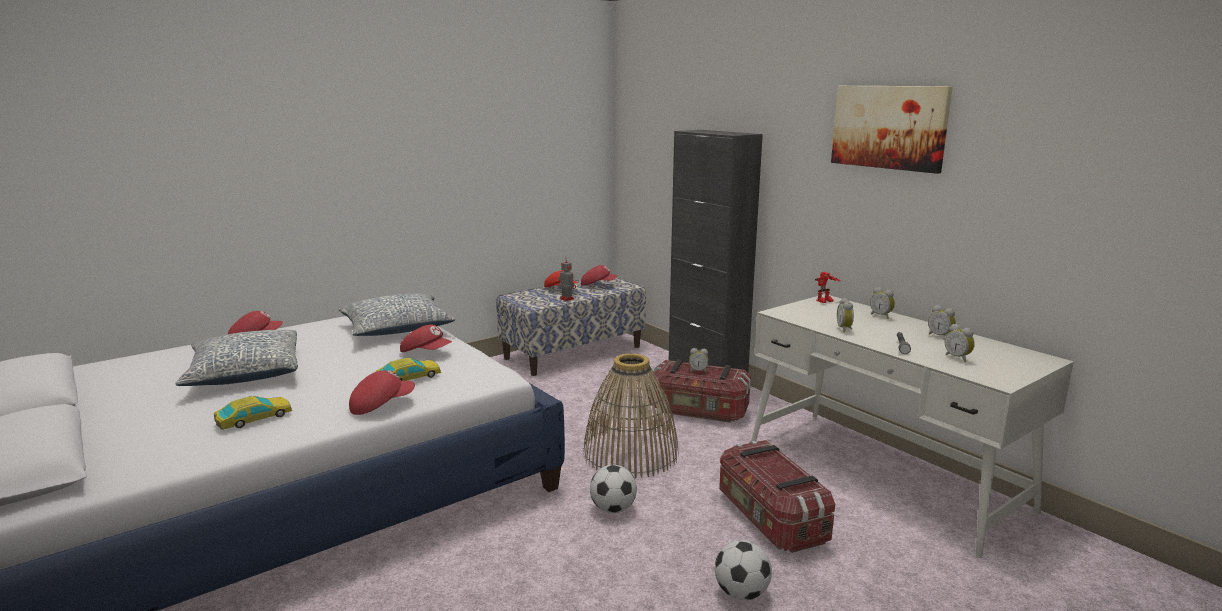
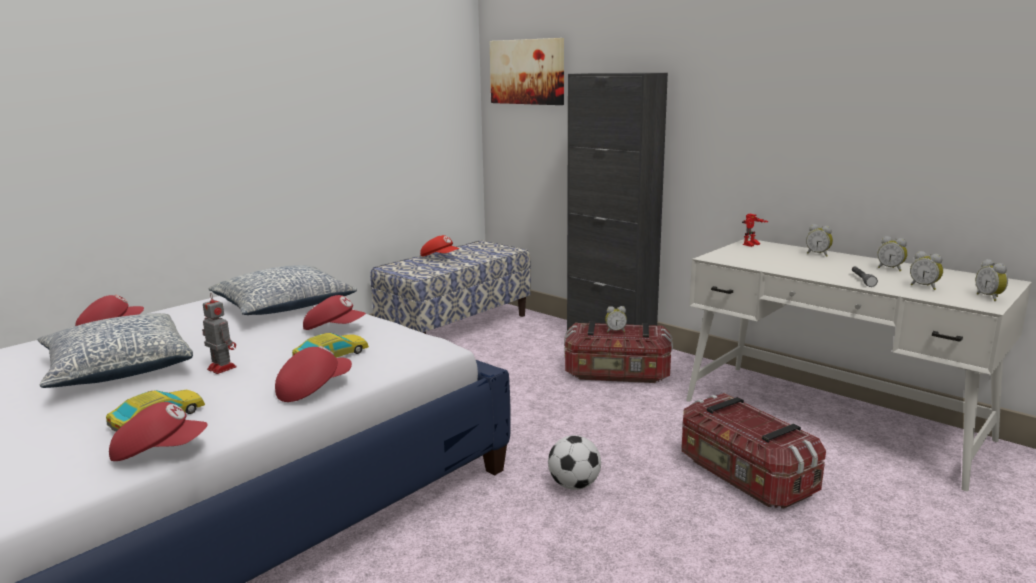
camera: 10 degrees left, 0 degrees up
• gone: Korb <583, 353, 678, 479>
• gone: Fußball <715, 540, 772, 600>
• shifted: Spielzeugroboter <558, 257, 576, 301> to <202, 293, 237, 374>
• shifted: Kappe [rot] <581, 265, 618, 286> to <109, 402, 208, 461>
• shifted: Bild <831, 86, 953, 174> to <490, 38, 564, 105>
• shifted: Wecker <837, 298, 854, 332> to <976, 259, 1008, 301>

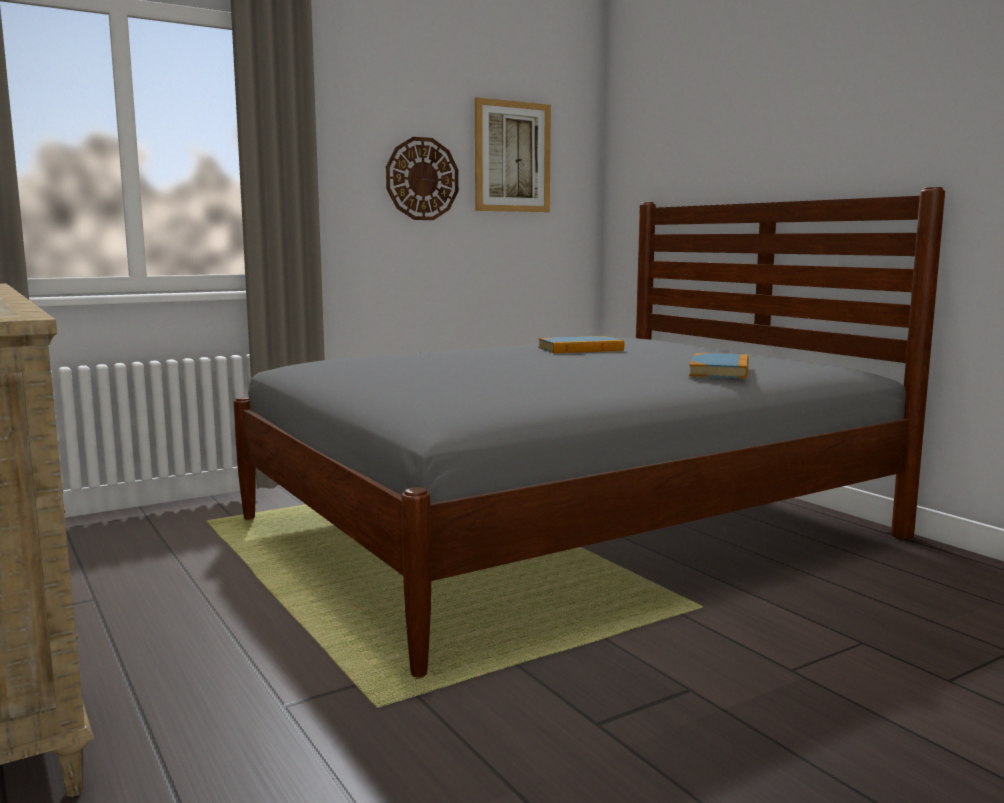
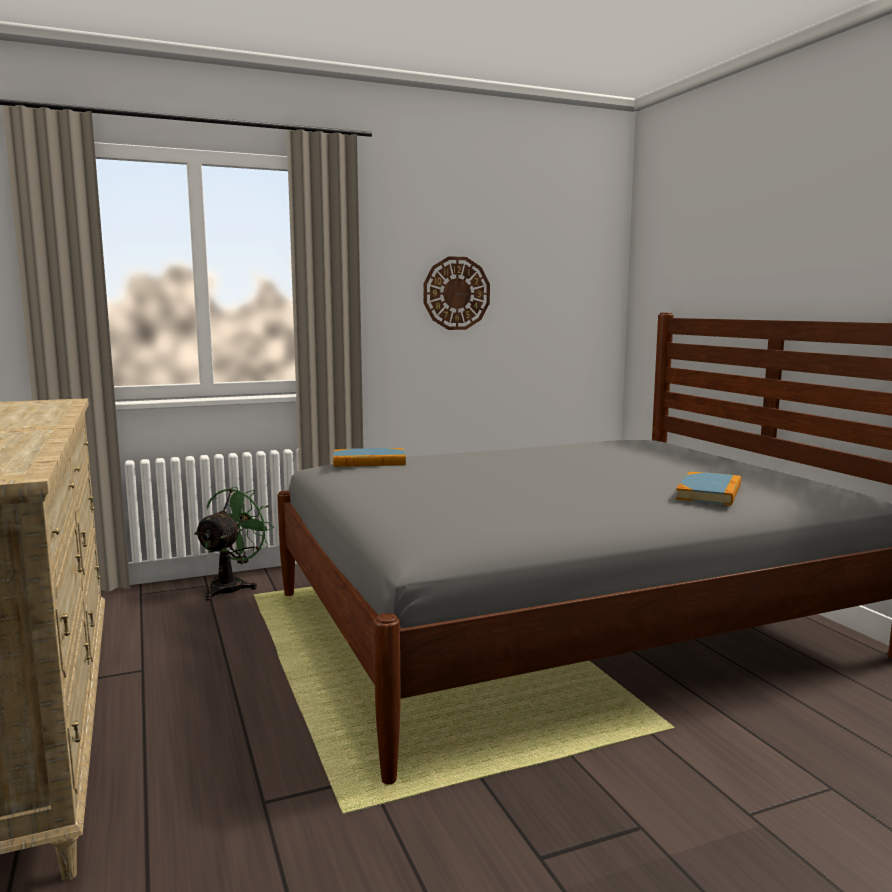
camera: 10 degrees right, 0 degrees up
• gone: Bild <475, 97, 551, 212>
• new: Ventilator [grün] <194, 486, 274, 600>
• shifted: Buch <539, 336, 624, 353> to <333, 448, 406, 467>

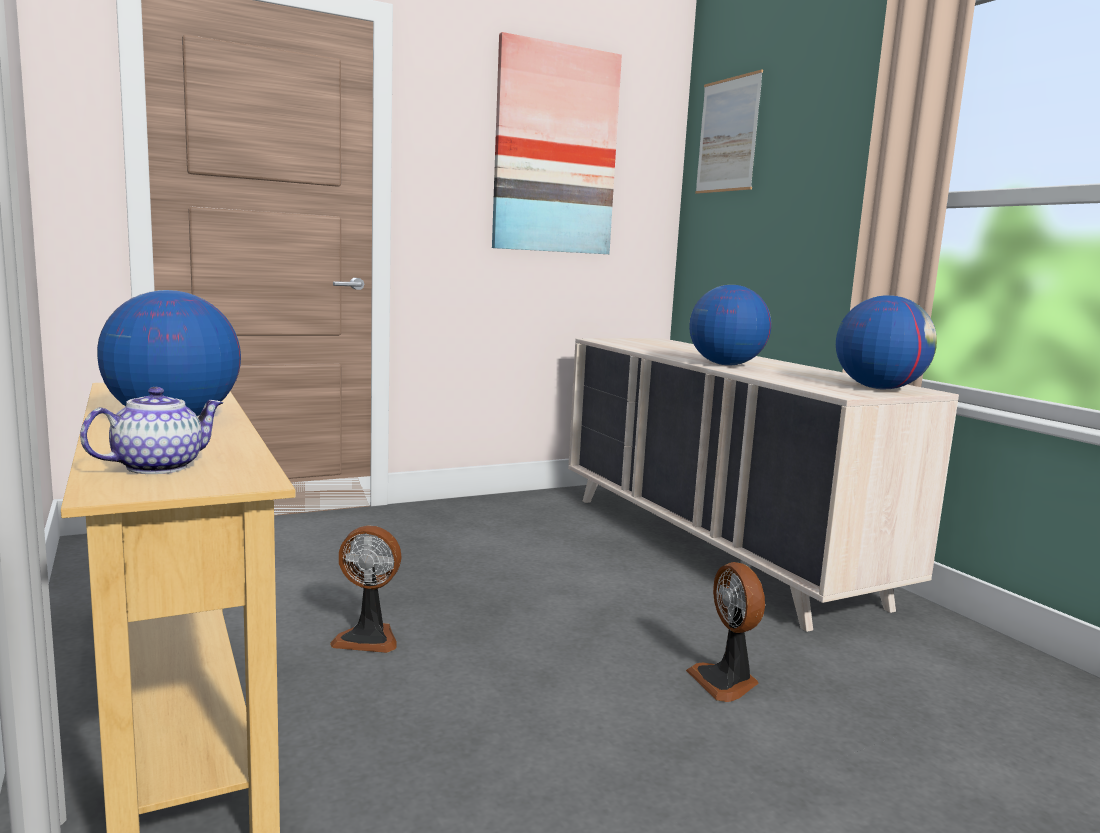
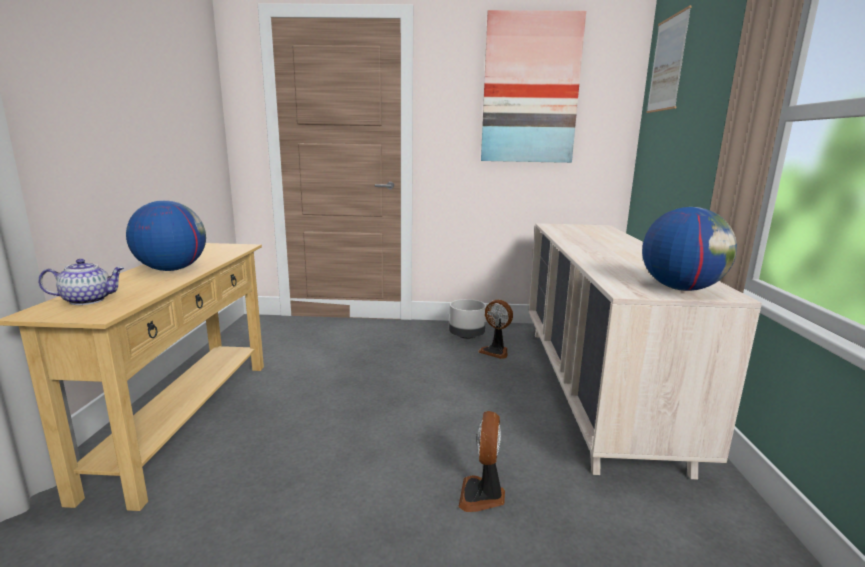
camera: 30 degrees right, 5 degrees up
• gone: Globus <689, 285, 771, 366>
• new: Pflanzkübel [grau] <449, 299, 486, 339>
• shifted: Ventilator <330, 525, 401, 653> to <478, 300, 513, 359>

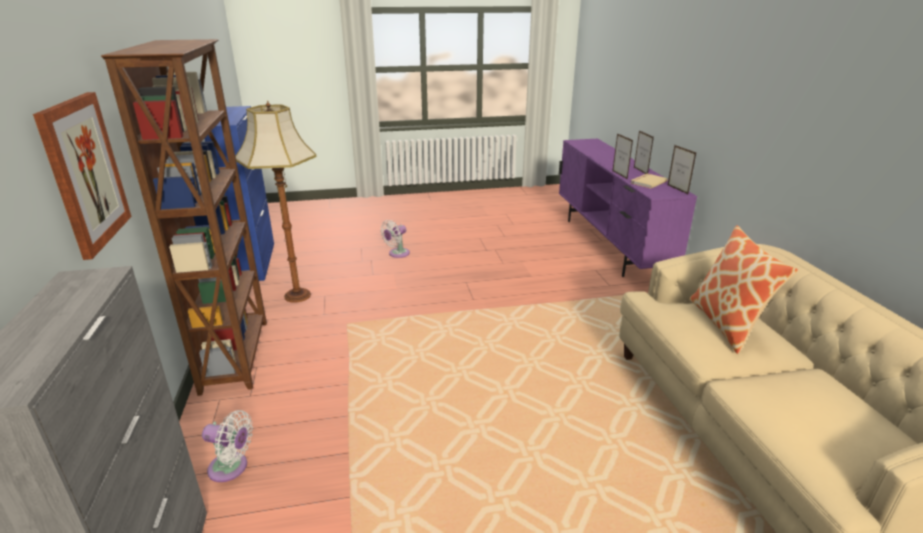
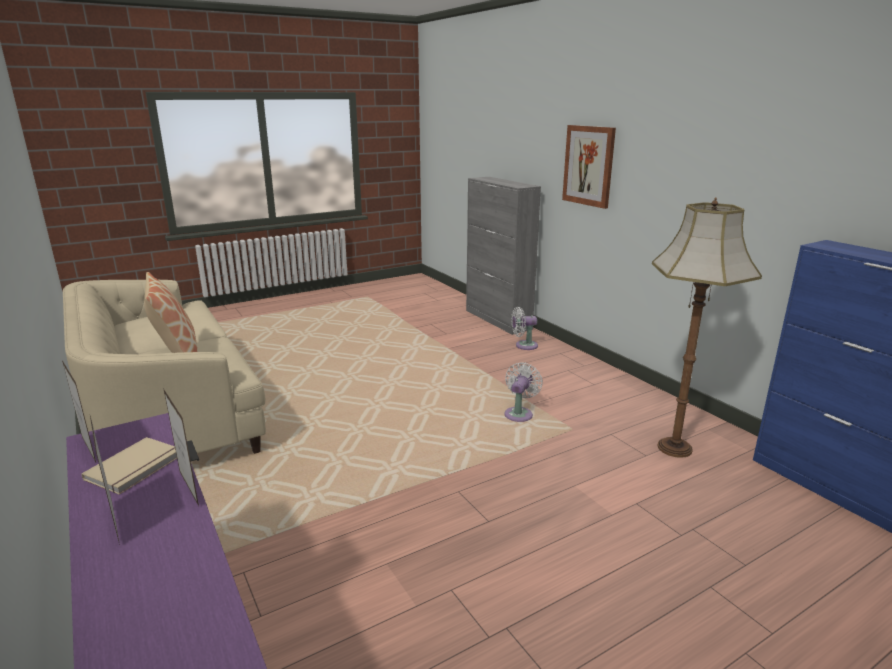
camera: 160 degrees right, 5 degrees down
• gone: Bücherregal [braun] <101, 39, 267, 396>
• shifted: Ventilator [weiß] <380, 220, 410, 258> to <504, 362, 543, 422>

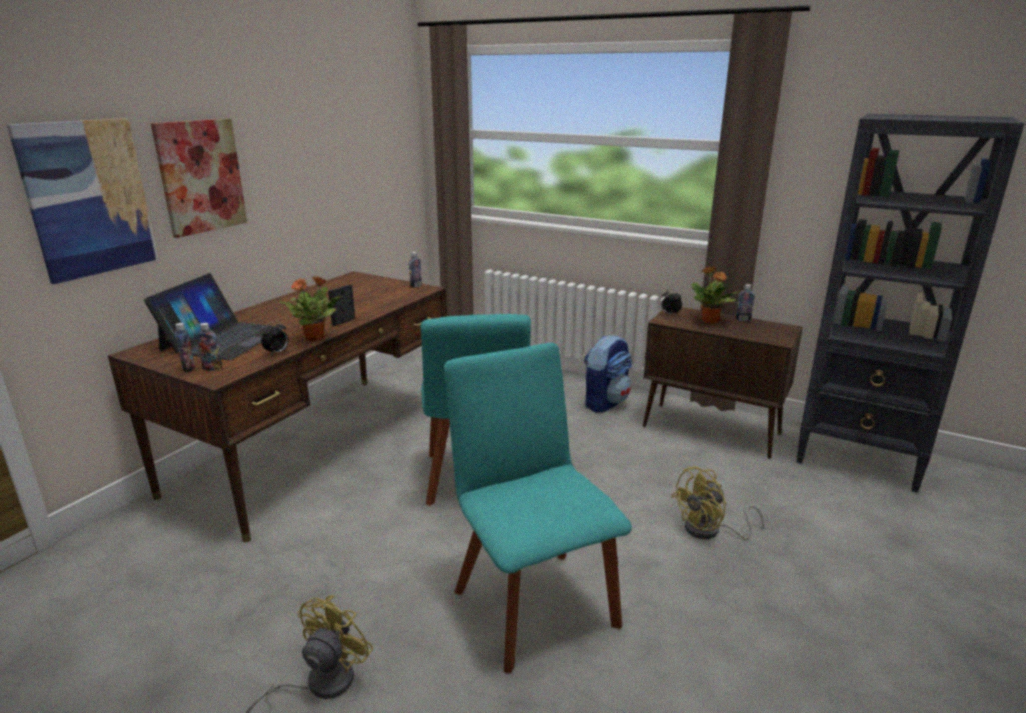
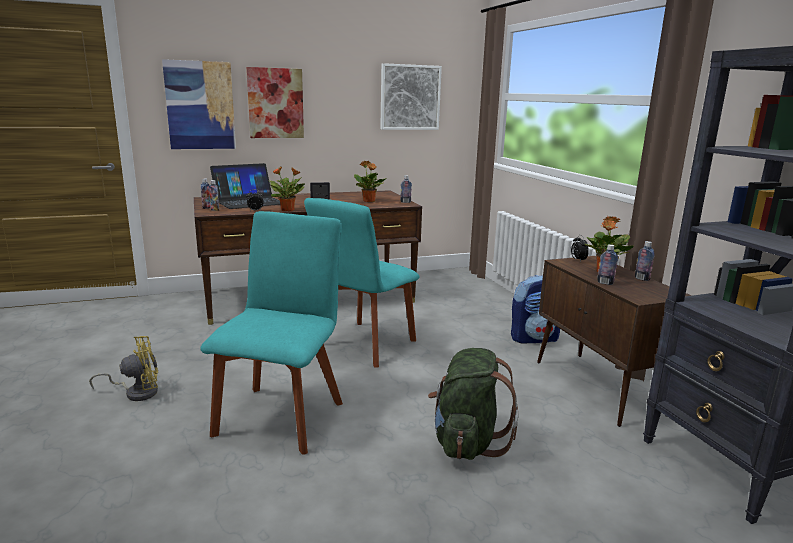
camera: 40 degrees right, 5 degrees down
• new: Topfpflanze <354, 161, 387, 202>
• new: Bild <380, 63, 442, 130>
• new: Flasche <597, 244, 618, 285>
• swapped: Ventilator [gelb] <671, 466, 764, 539> to Rucksack [grün] <428, 348, 519, 460>

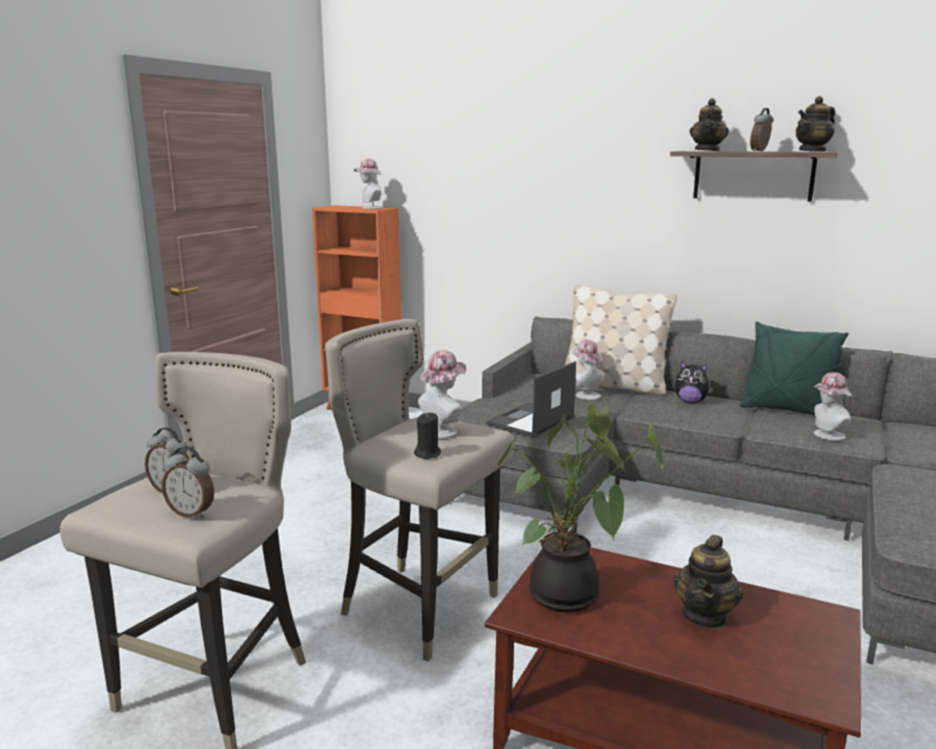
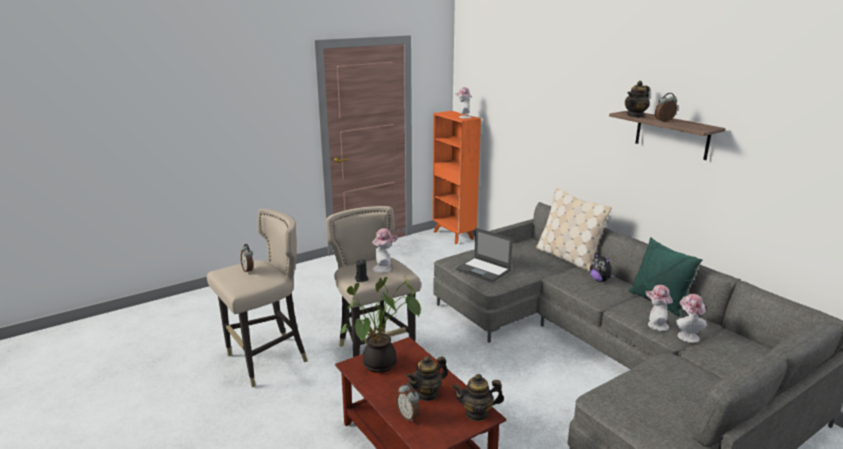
camera: 30 degrees right, 5 degrees up
• shifted: Wecker <162, 446, 214, 518> to <396, 383, 420, 422>
• shifted: Hut <572, 340, 605, 400> to <676, 294, 707, 343>
• shifted: Teekanne <796, 96, 835, 152> to <453, 374, 504, 421>
• rotated: Laptop <486, 361, 576, 438> = <456, 228, 513, 282> 120 degrees counterclockwise

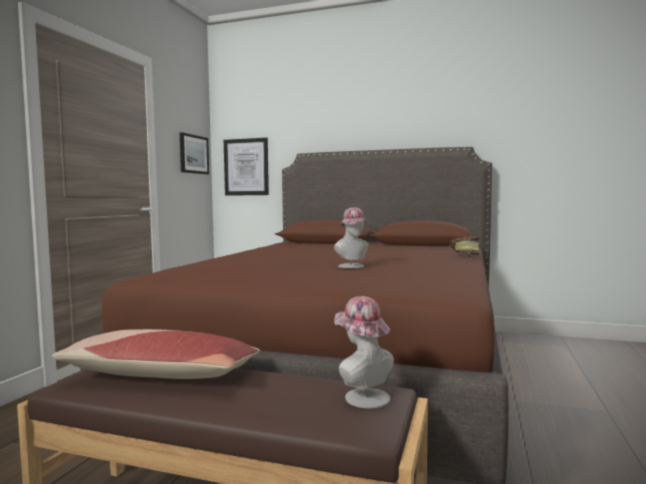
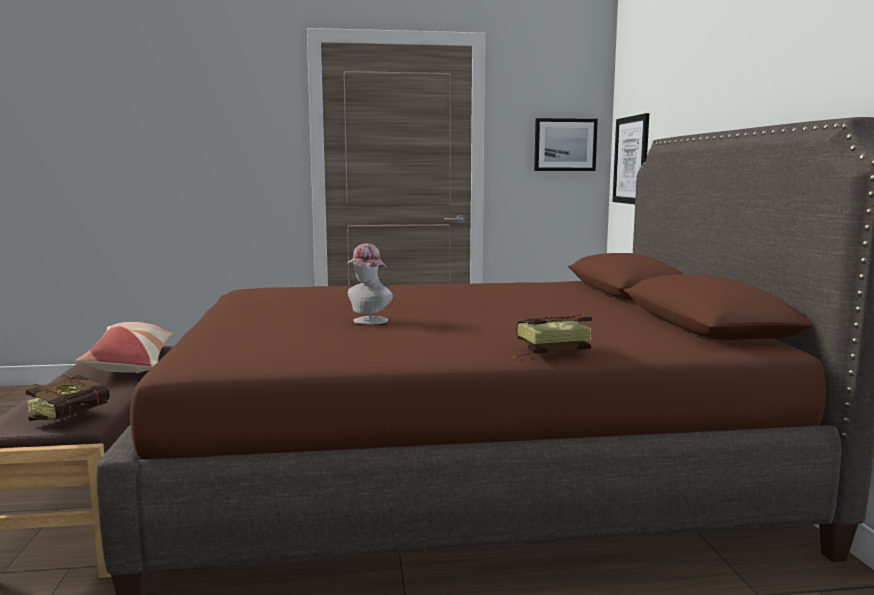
camera: 65 degrees right, 5 degrees up
• swapped: Hut <334, 296, 394, 408> to Buch <26, 374, 110, 421>

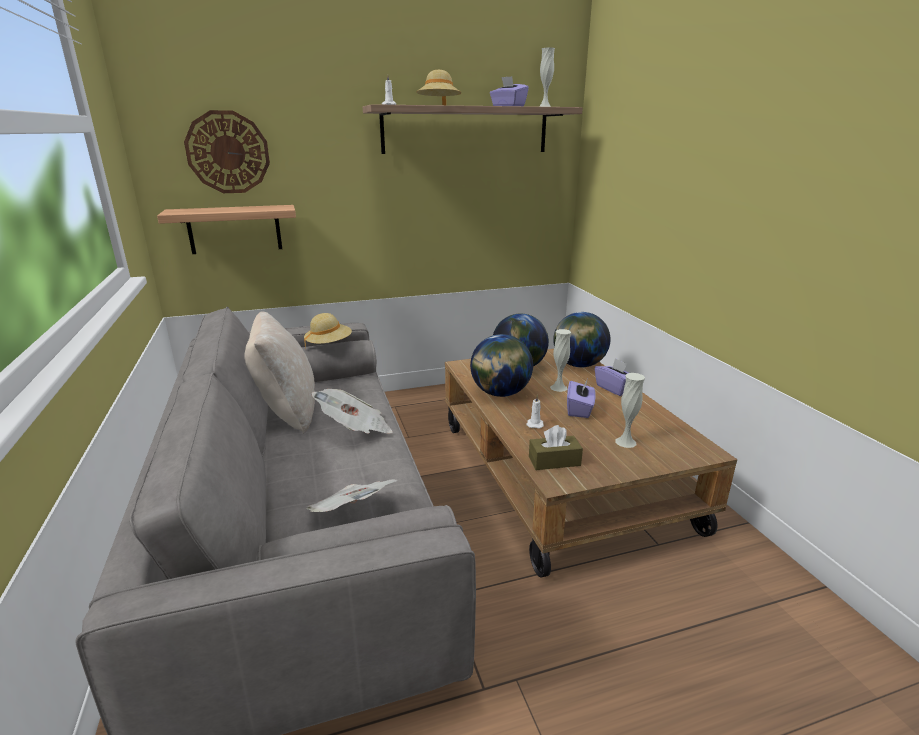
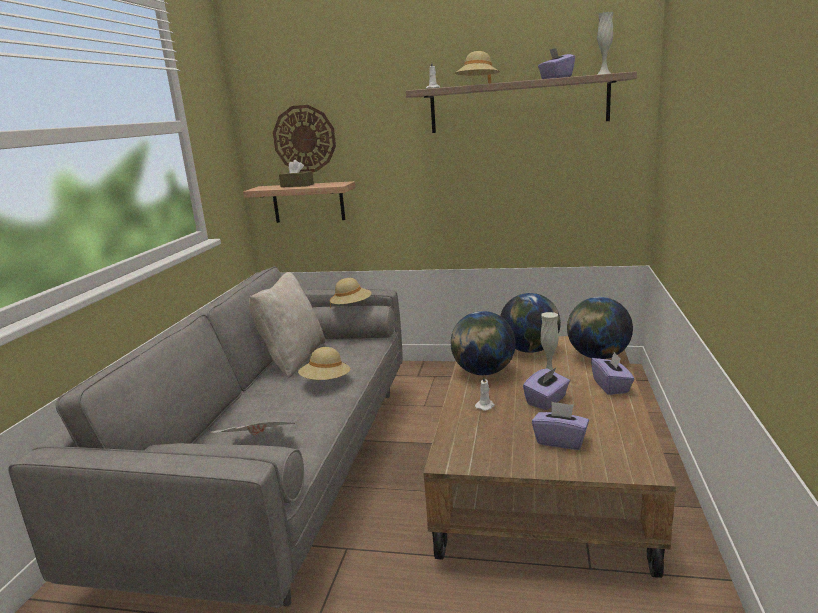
camera: 30 degrees right, 5 degrees down
• shifted: Taschentuchbox [braun] <529, 425, 583, 470> to <279, 160, 314, 187>
• swapped: Zeitung <312, 389, 393, 433> to Hut [beige] <298, 347, 350, 380>
• swapped: Vase [weiß] <615, 373, 645, 448> to Taschentuchbox [lila] <532, 401, 589, 450>

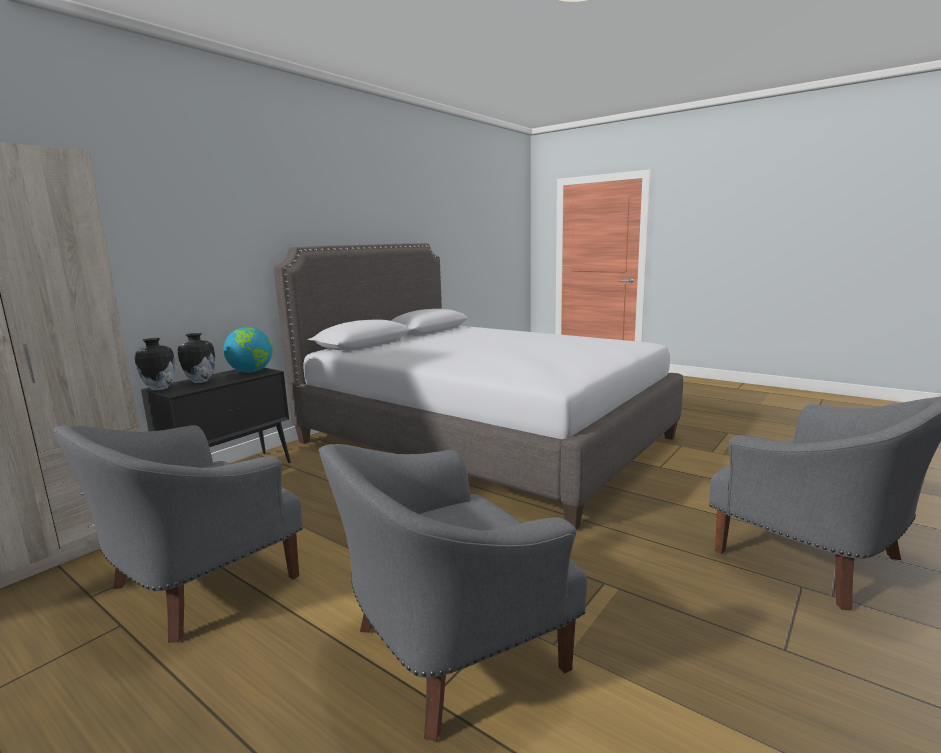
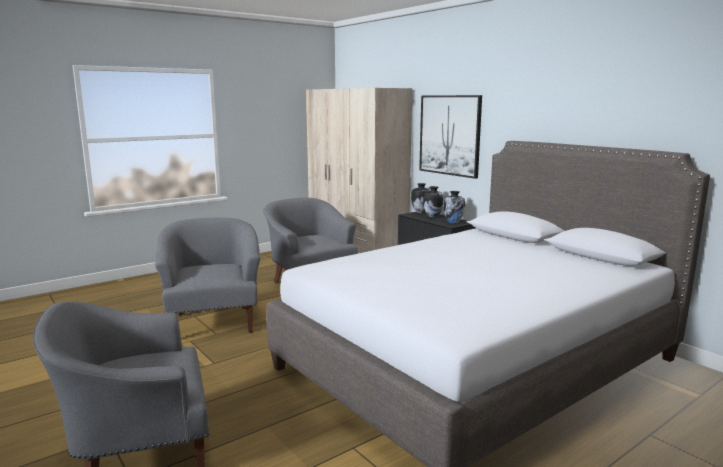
camera: 105 degrees right, 0 degrees up
• new: Bild <419, 95, 482, 179>
• swapped: Globus <223, 327, 272, 373> to Vase <443, 191, 465, 224>

